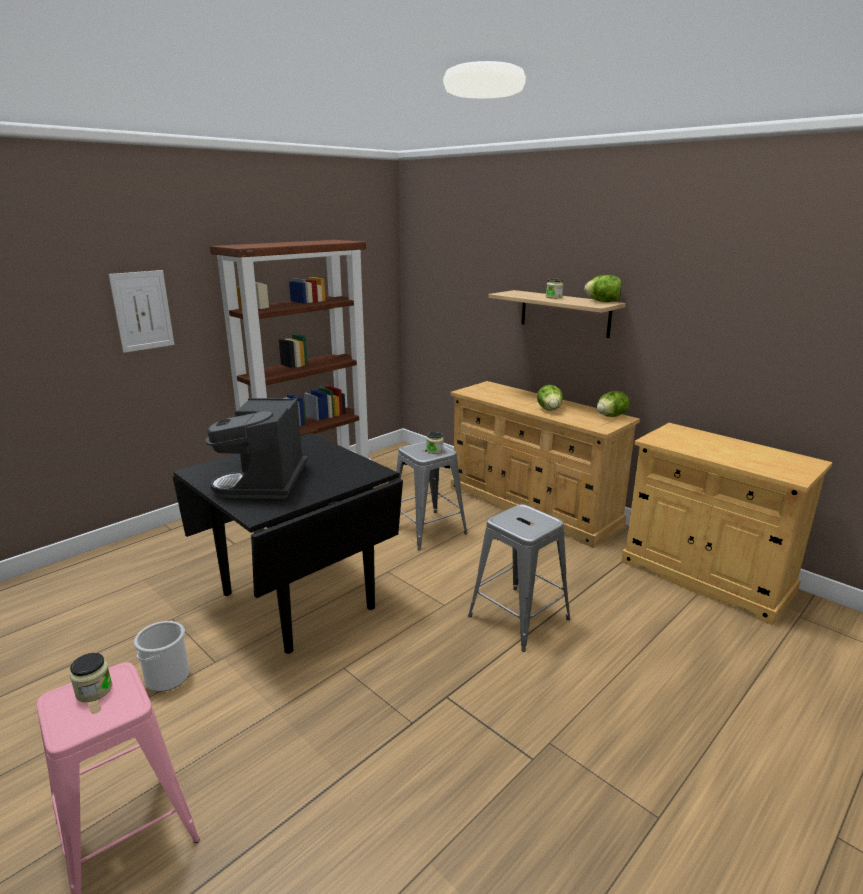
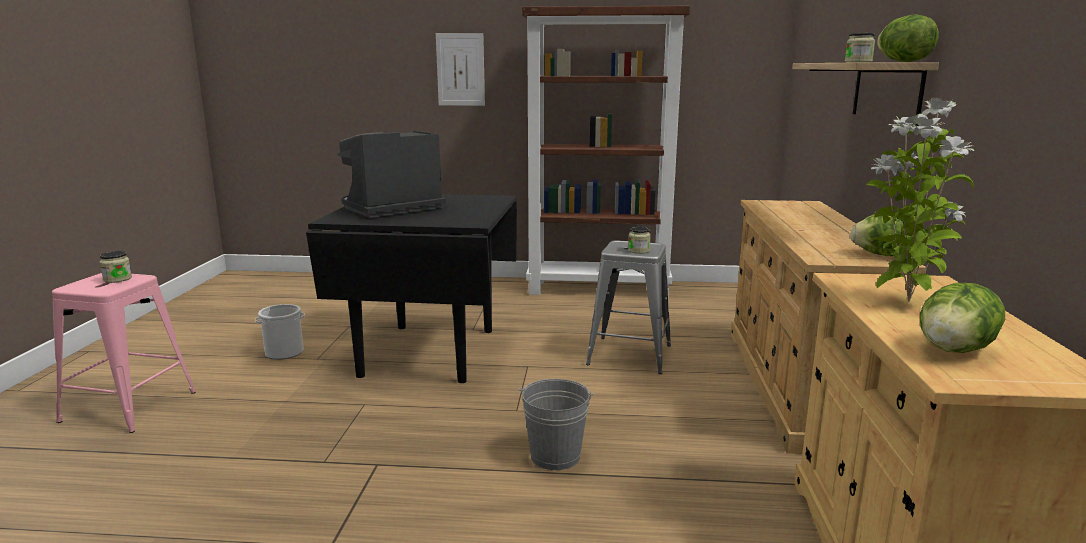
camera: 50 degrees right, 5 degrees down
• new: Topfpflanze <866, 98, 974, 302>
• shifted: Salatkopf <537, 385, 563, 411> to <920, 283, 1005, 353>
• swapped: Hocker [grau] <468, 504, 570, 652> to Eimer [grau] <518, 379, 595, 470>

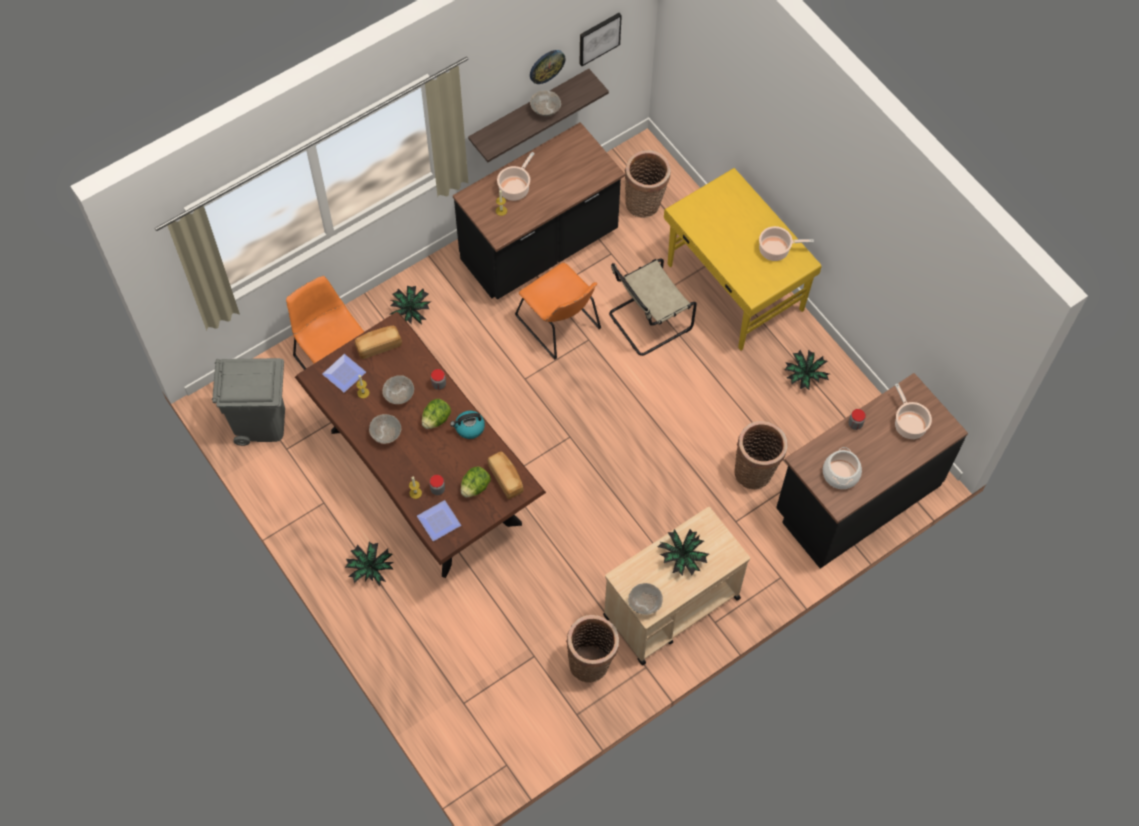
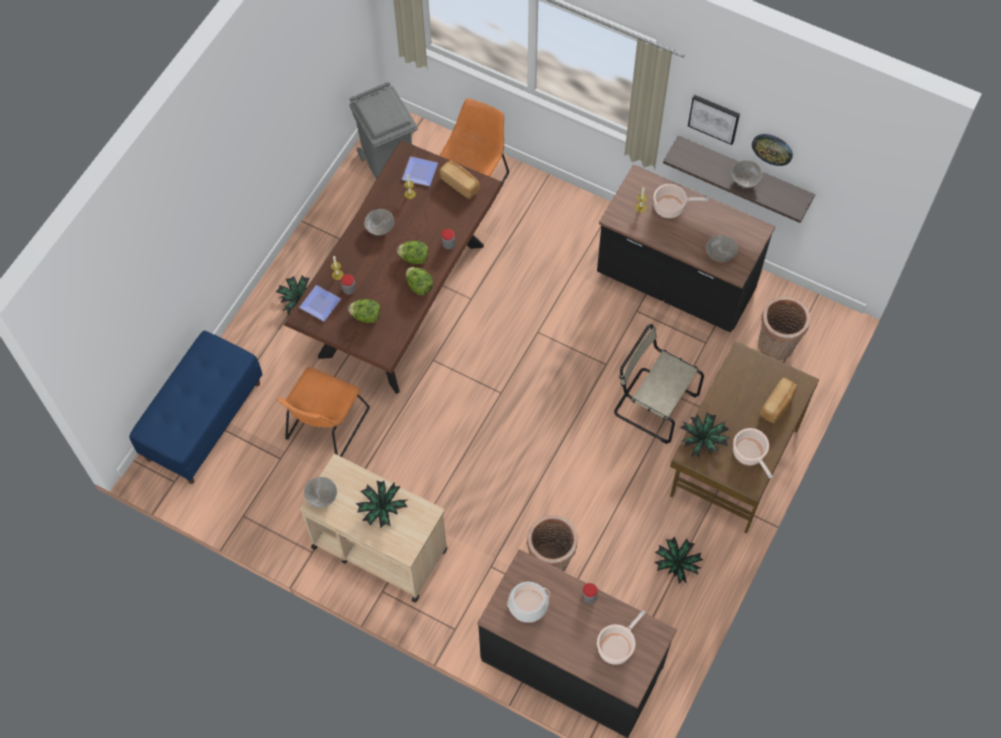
camera: 65 degrees right, 0 degrees up
• gone: Korb <566, 615, 619, 682>
• new: Bank [blau] <129, 331, 263, 484>
• shifted: Schüssel [grau] <382, 375, 414, 404> to <706, 235, 738, 262>
• shifted: Topfpflanze <389, 286, 430, 325> to <680, 413, 730, 459>
• shifted: Brot <488, 452, 524, 499> to <760, 378, 797, 423>
• shifted: Stuhl [orange] <515, 263, 601, 360> to <277, 367, 370, 457>
• shifted: Bild <579, 13, 622, 66> to <688, 95, 740, 145>
• swapped: Wasserkessel <450, 411, 485, 439> to Salatkopf <406, 267, 433, 295>
• repainted: Schreibtisch [gelb] <664, 168, 822, 351> to Schreibtisch [braun] <670, 341, 819, 533>

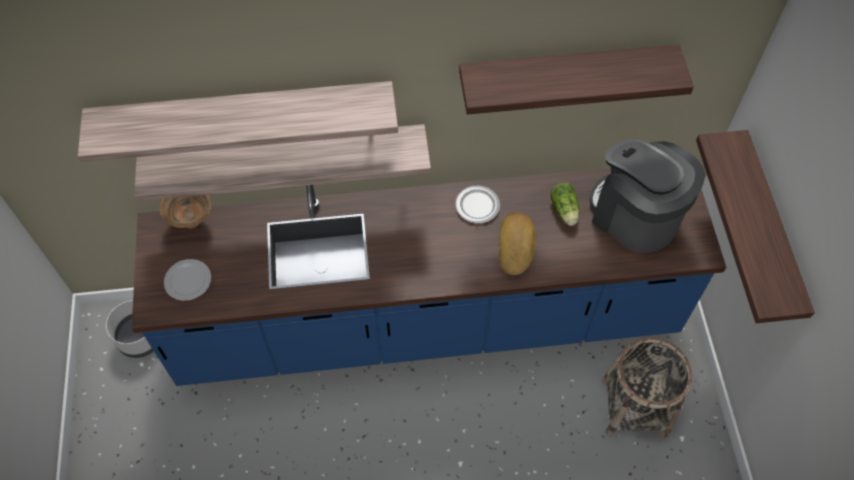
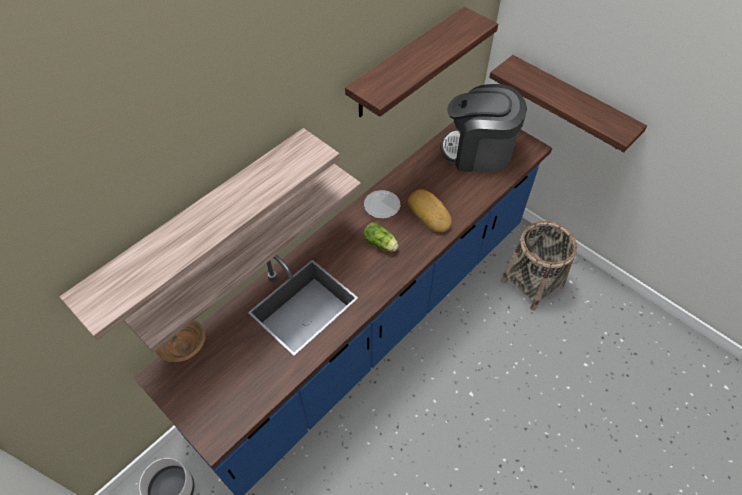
camera: 40 degrees left, 5 degrees down
• gone: Teller <164, 259, 211, 301>
• shifted: Salatkopf <551, 183, 579, 226> to <363, 223, 399, 252>

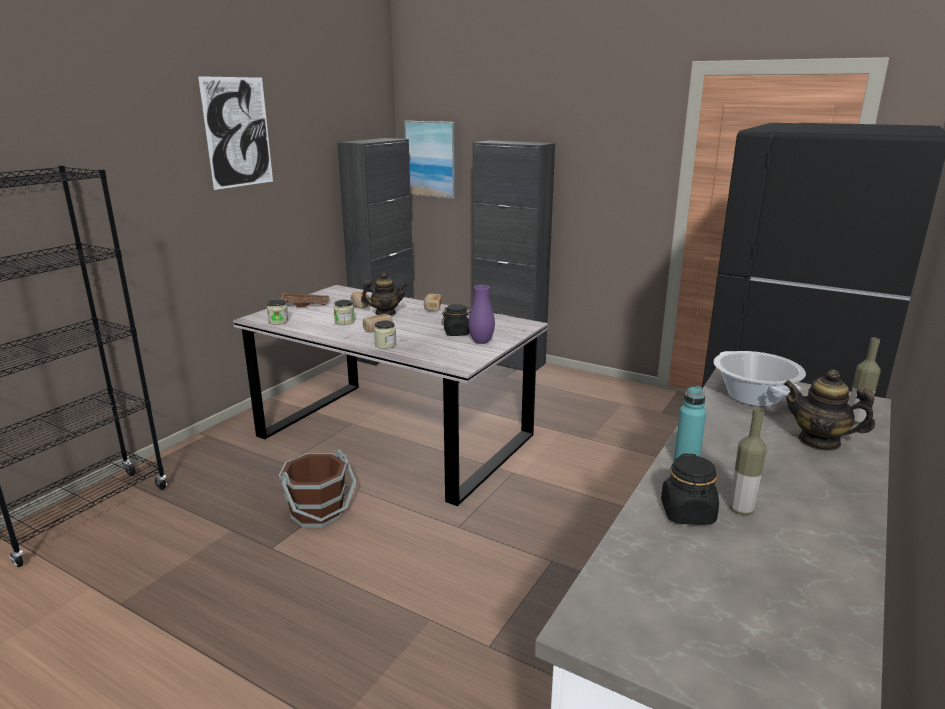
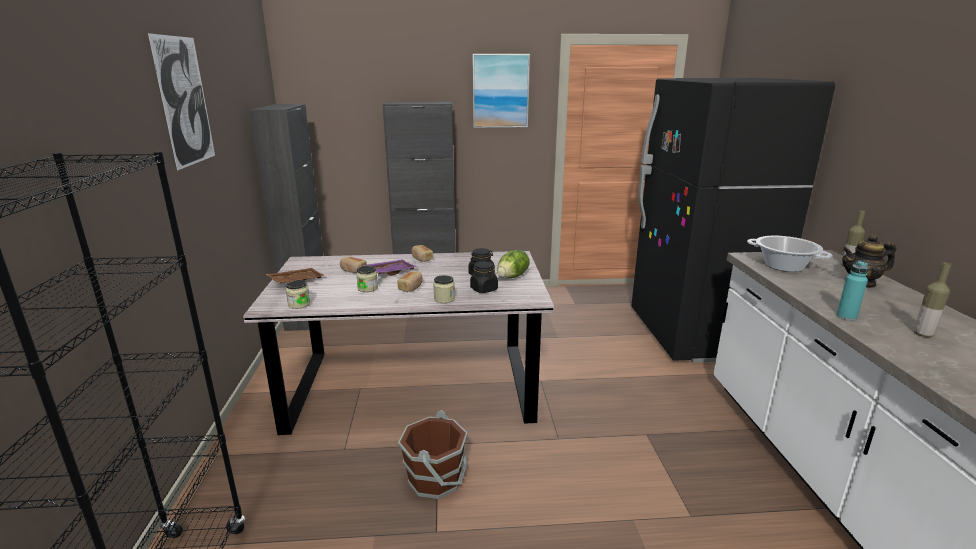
camera: 35 degrees left, 0 degrees up
• shifted: Bild <404, 121, 457, 199> to <472, 54, 530, 128>
• shifted: Vorratsglas [schwarz] <661, 454, 719, 525> to <470, 261, 498, 293>
• swapped: Teekanne <361, 272, 407, 315> to Tablett [lila] <364, 260, 417, 276>
• swapped: Vase [lila] <468, 285, 495, 344> to Salatkopf <497, 250, 530, 278>

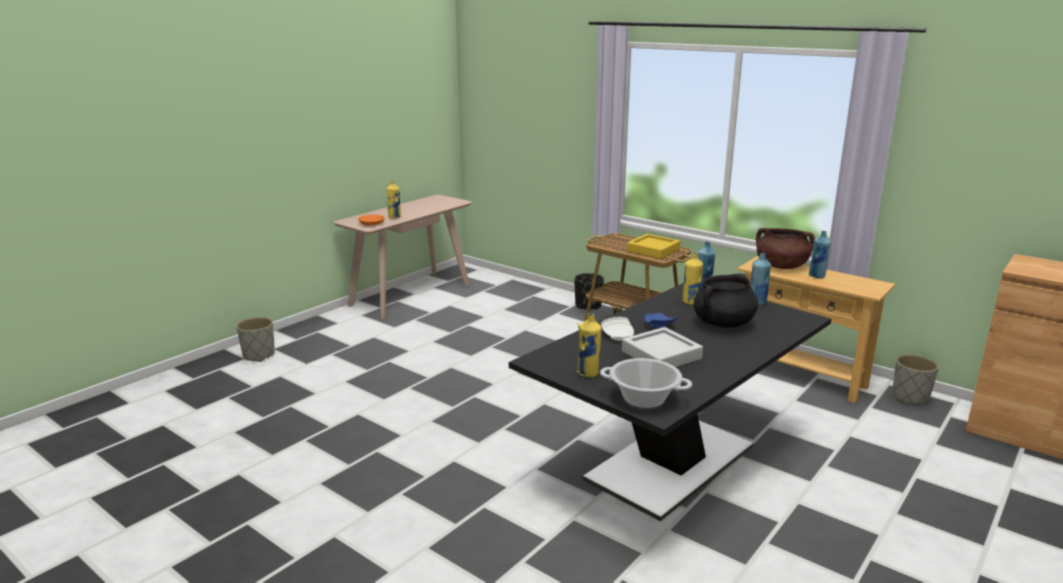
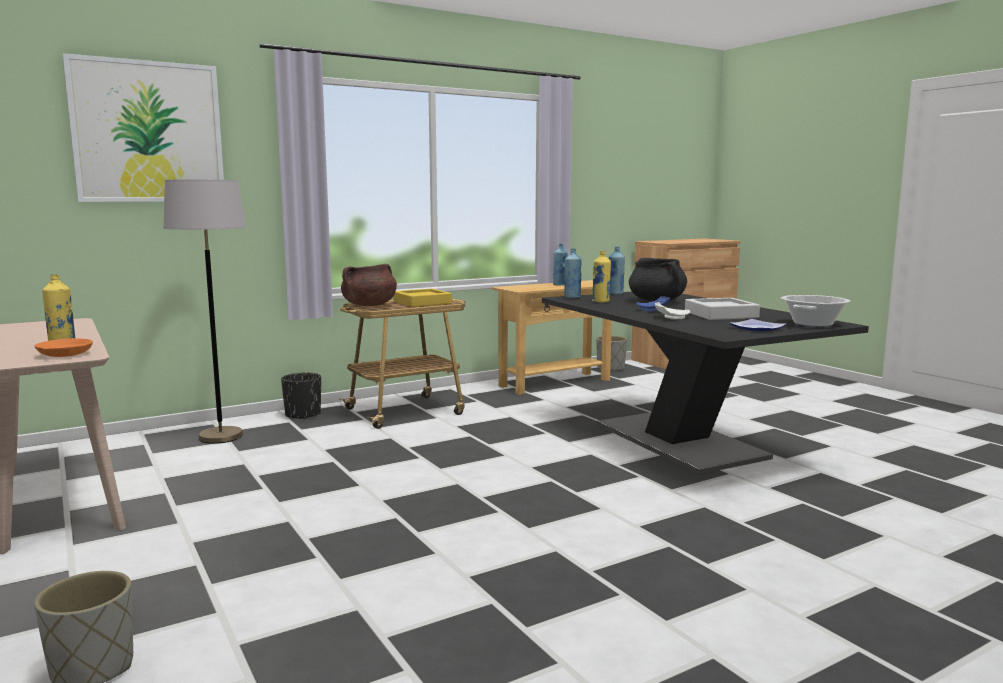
camera: 70 degrees left, 10 degrees down
• new: Bild <62, 53, 224, 202>
• new: Stehlampe [grau] <163, 179, 246, 444>
• shifted: Kochtopf [braun] <756, 228, 815, 269> to <341, 264, 397, 306>
• swapped: Flasche [gelb] <577, 313, 601, 377> to Teller <730, 319, 787, 332>

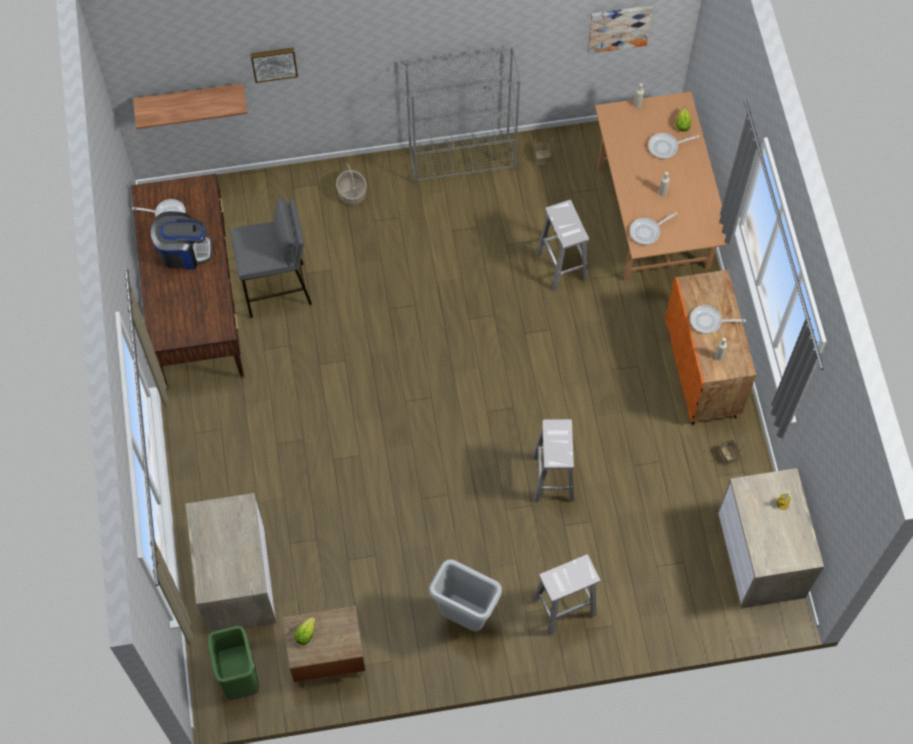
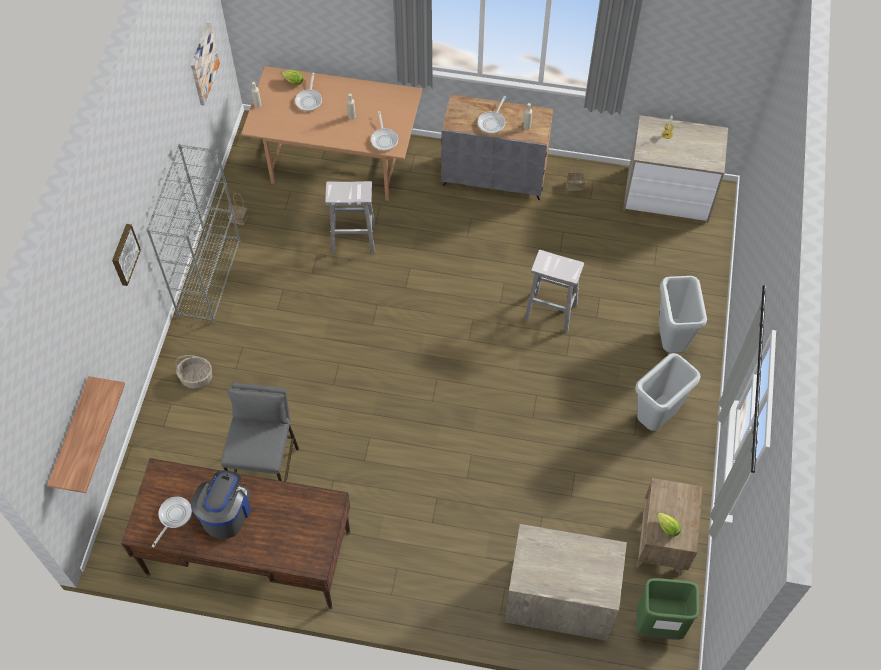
camera: 70 degrees left, 5 degrees down
• shifted: Bild <250, 47, 298, 83> to <112, 224, 141, 286>
• swapped: Hocker [weiß] <532, 554, 601, 636> to Mülleimer [grau] <659, 276, 707, 352>
• repainted: Schrank [orange] <665, 270, 756, 425> to Schrank [grau] <441, 94, 553, 200>

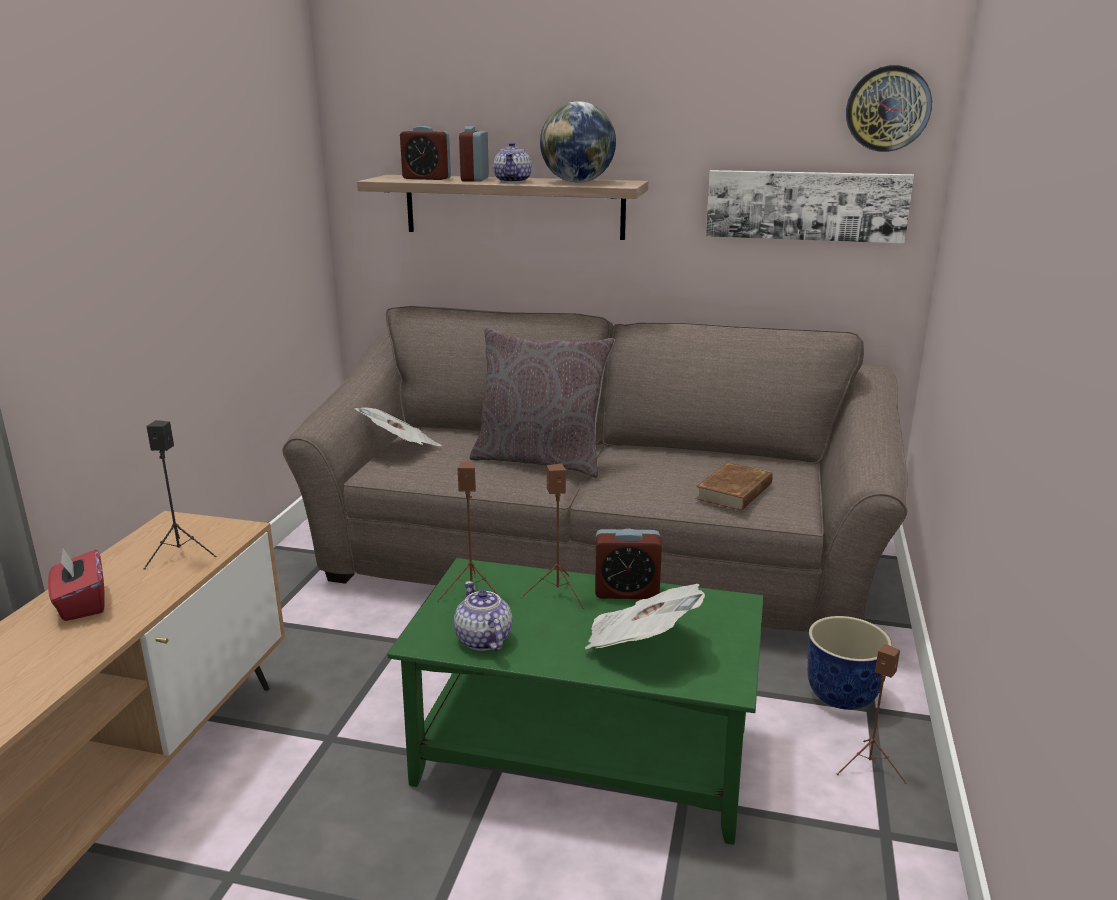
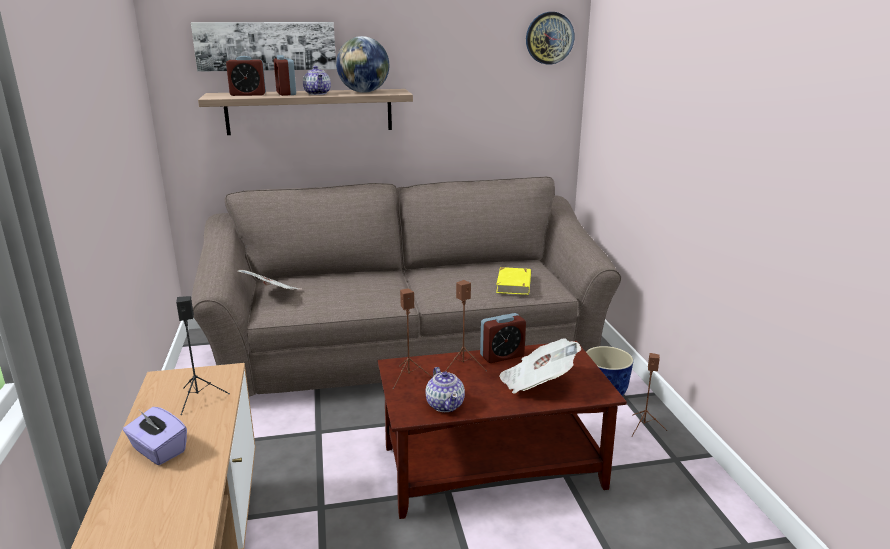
camera: 25 degrees left, 0 degrees up
• gone: Kissen [grau] <470, 327, 615, 478>
• shifted: Bild <706, 170, 914, 244> to <191, 22, 336, 72>
• repainted: Taschentuchbox [rot] <48, 548, 105, 621> to Taschentuchbox [lila] <123, 407, 187, 465>
• repainted: Couchtisch [grün] <387, 558, 763, 845> to Couchtisch [braun] <378, 341, 627, 519>
• repainted: Buch [braun] <696, 462, 773, 510> to Buch [gelb] <496, 267, 531, 295>
• rotated: Teekanne <454, 581, 512, 651> = <425, 367, 465, 412> 150 degrees counterclockwise

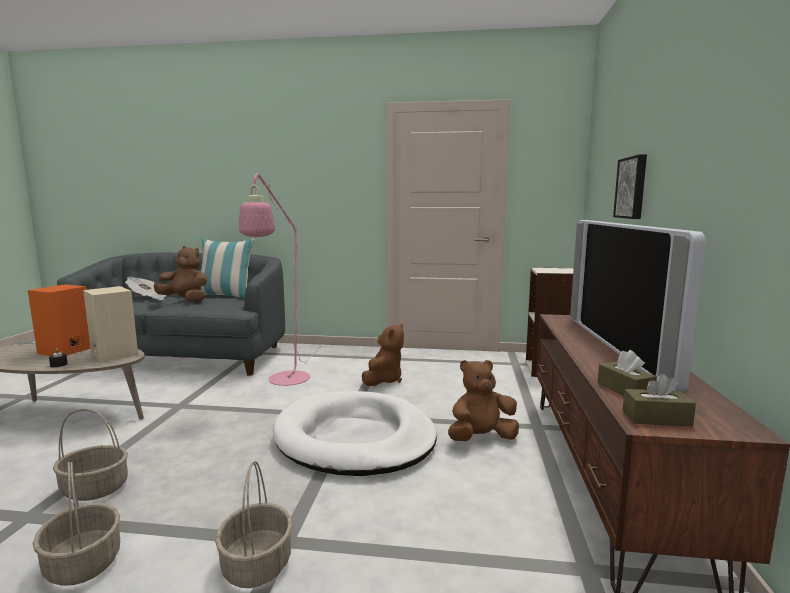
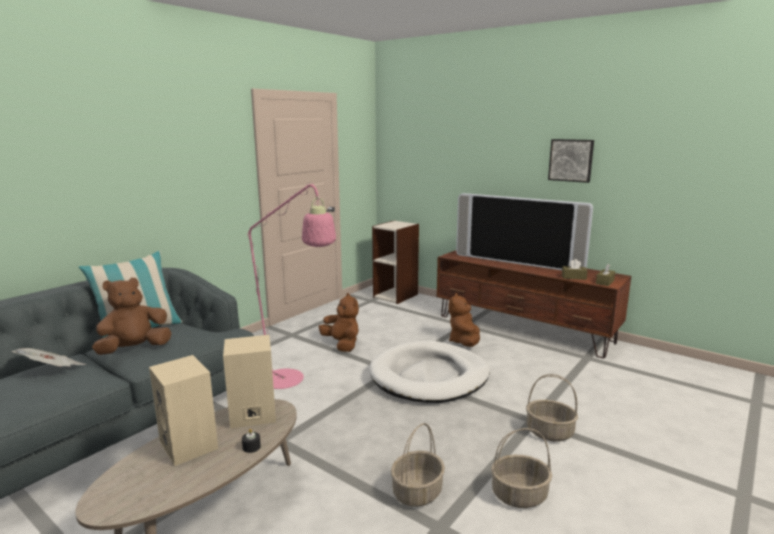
camera: 60 degrees left, 5 degrees up
• shifted: Bild <613, 154, 647, 219> to <548, 139, 594, 183>
• repainted: Lautsprecher [orange] <28, 284, 91, 356> to Lautsprecher [beige] <149, 355, 218, 466>

